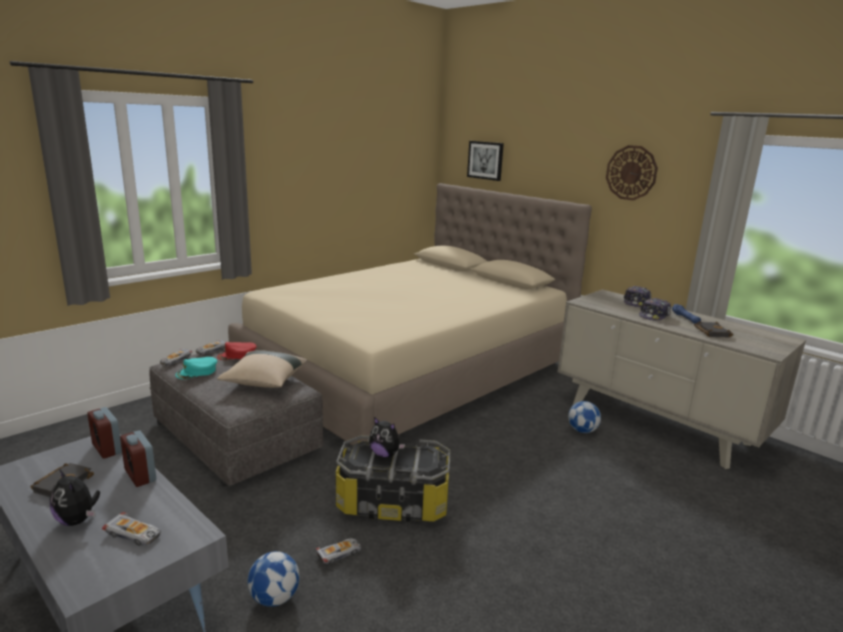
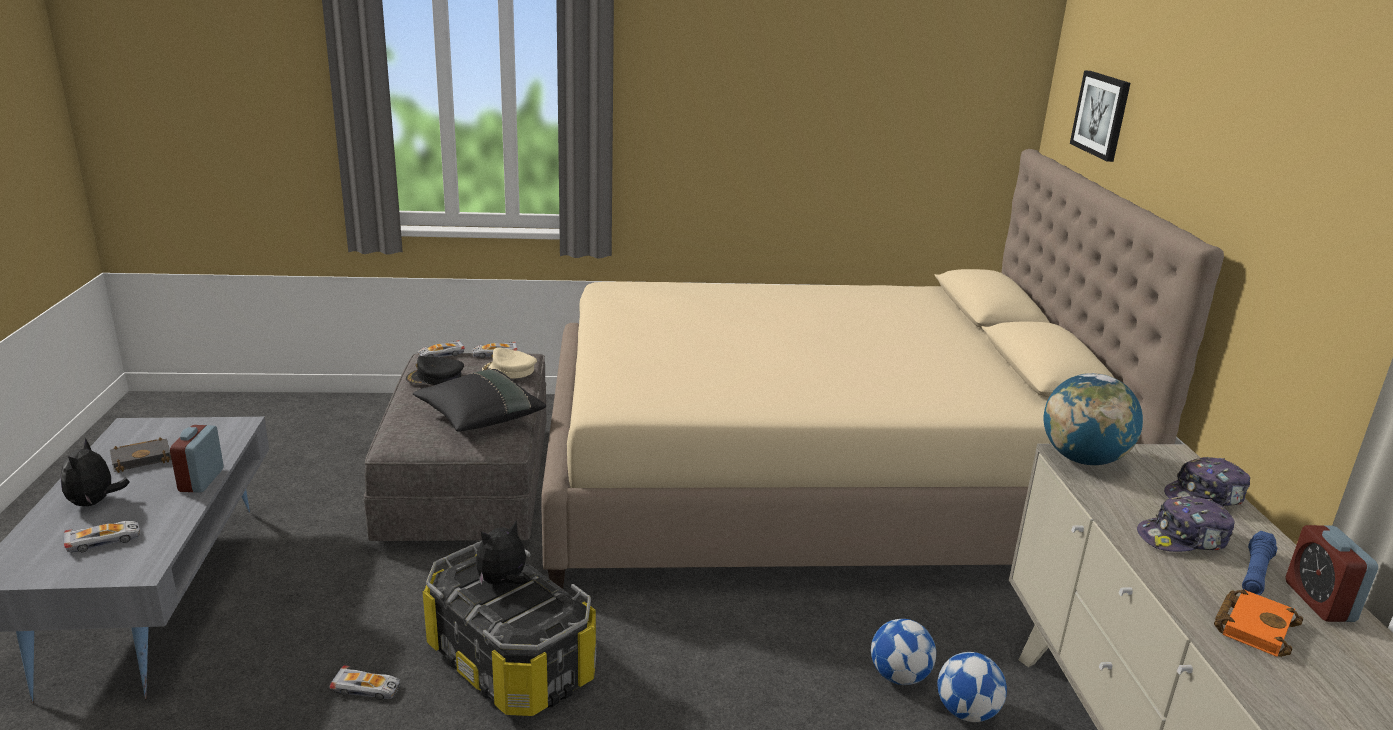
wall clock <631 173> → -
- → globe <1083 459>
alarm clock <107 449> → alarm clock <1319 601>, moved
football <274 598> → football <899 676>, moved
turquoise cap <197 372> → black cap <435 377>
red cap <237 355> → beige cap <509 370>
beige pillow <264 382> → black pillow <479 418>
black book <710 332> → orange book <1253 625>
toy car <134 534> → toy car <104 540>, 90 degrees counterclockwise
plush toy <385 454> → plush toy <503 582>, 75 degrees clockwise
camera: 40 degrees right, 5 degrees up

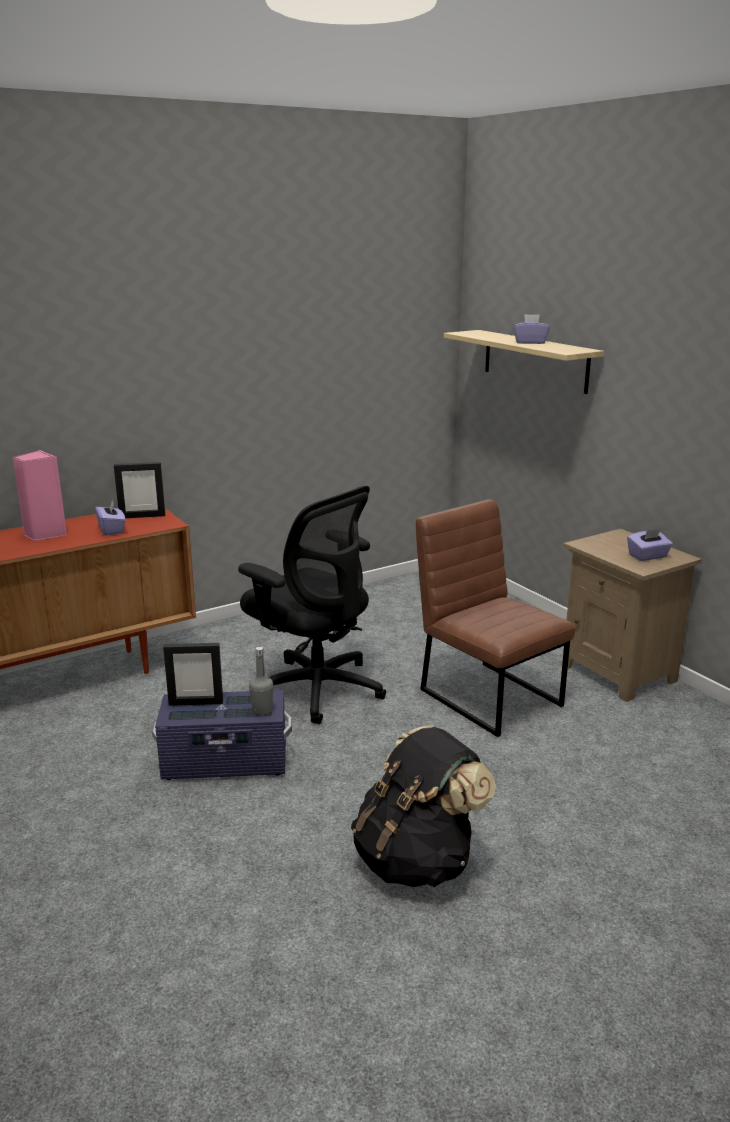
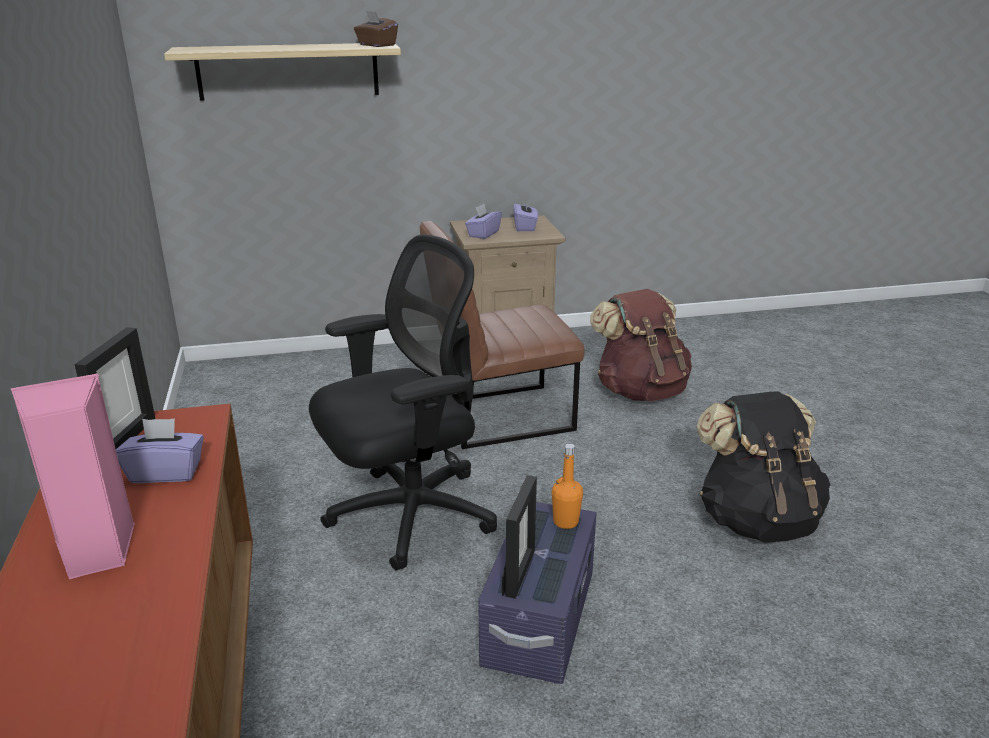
- → brown tissue box <376 45>
- → brown backpack <640 390>
purple tissue box <530 342> → purple tissue box <483 234>, moved
grey bottle <262 710> → orange bottle <566 522>
camera: 70 degrees left, 5 degrees up

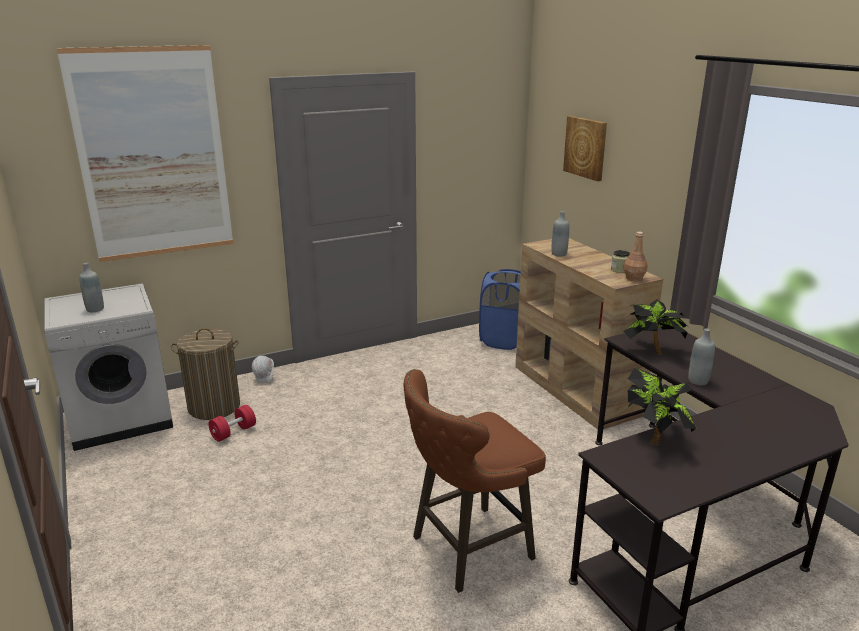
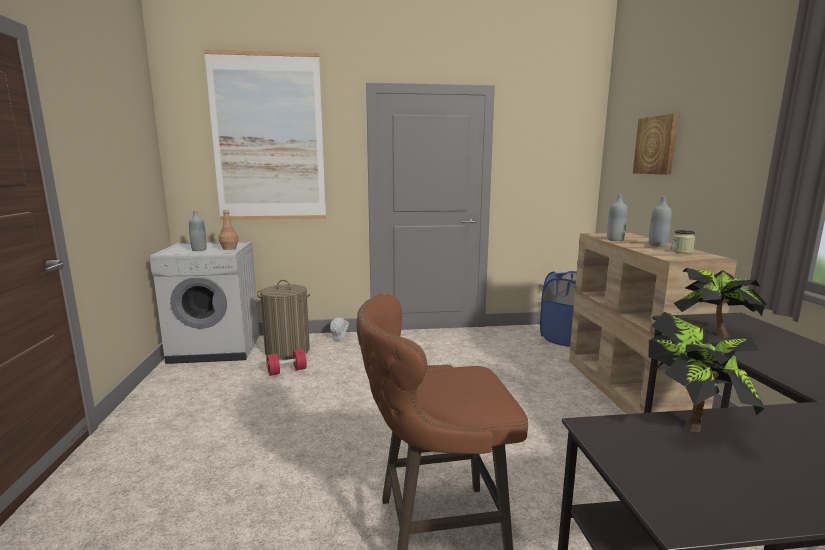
brown bottle <634 278> → brown bottle <229 248>, moved
grey bottle <698 381> → grey bottle <657 245>, moved
camera: 20 degrees right, 10 degrees down

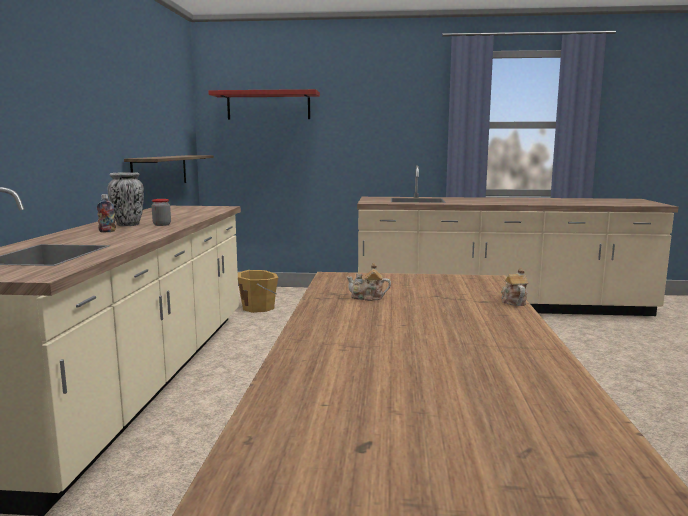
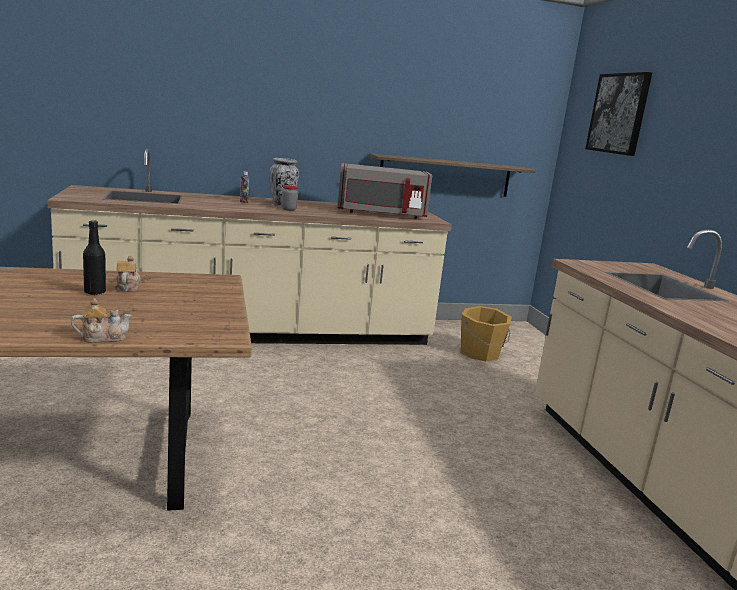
- → black bottle <95 292>
- → grey microwave <381 214>
red shelf <268 106> → picture <618 113>
camera: 70 degrees right, 5 degrees up

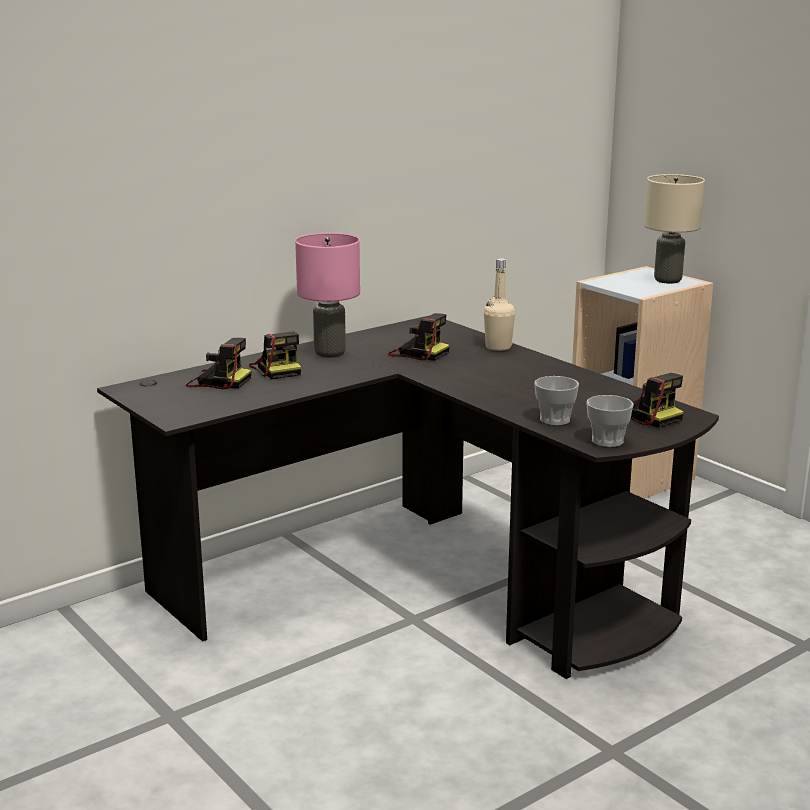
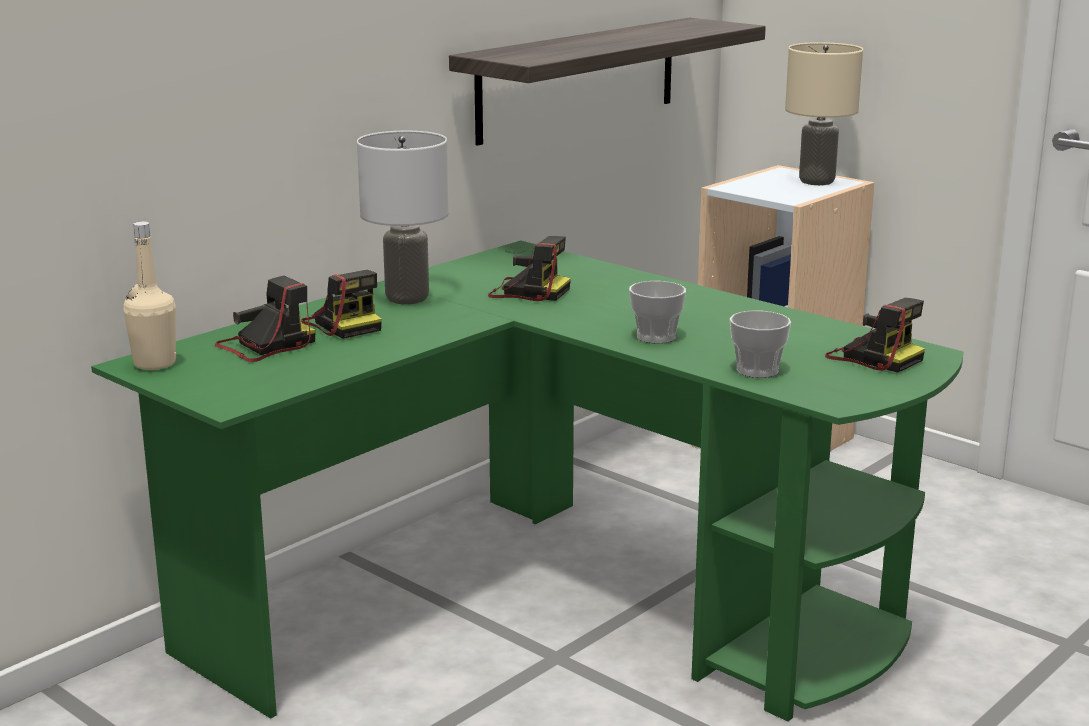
- → shelf <578 79>
beige bottle <498 347> → beige bottle <155 363>, moved
cup <607 441> → cup <656 337>, moved
black desk <415 580> → green desk <541 602>
pink table lamp <330 354> → white table lamp <408 300>
photo camera <217 381> → photo camera <265 346>, 45 degrees counterclockwise
camera: 10 degrees left, 0 degrees up

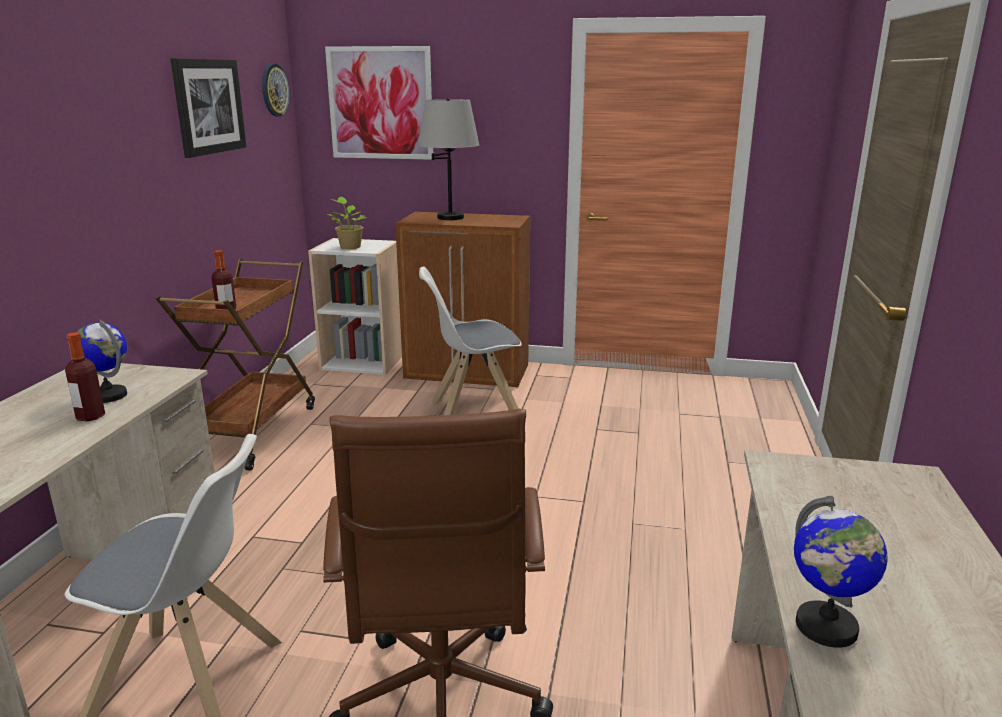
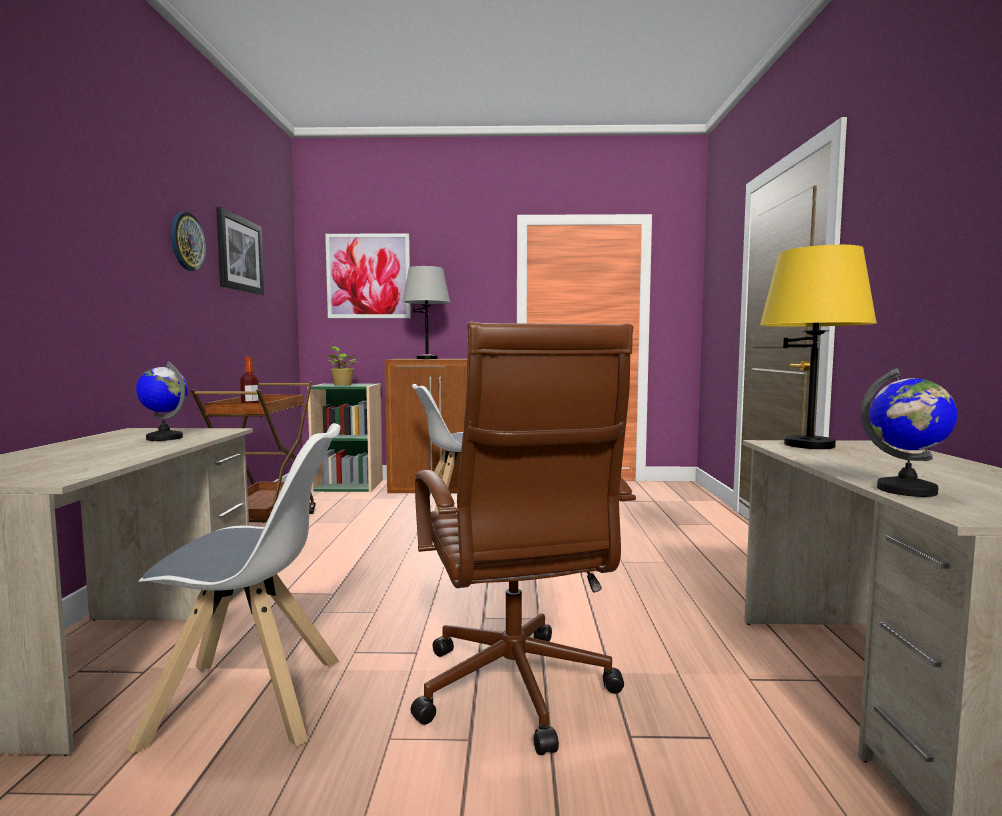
bottle <90 416> → -
- → yellow table lamp <810 445>
wall clock <274 90> → wall clock <187 241>, moved
white bookcase <364 361> → green bookcase <349 485>
camera: 10 degrees left, 15 degrees down

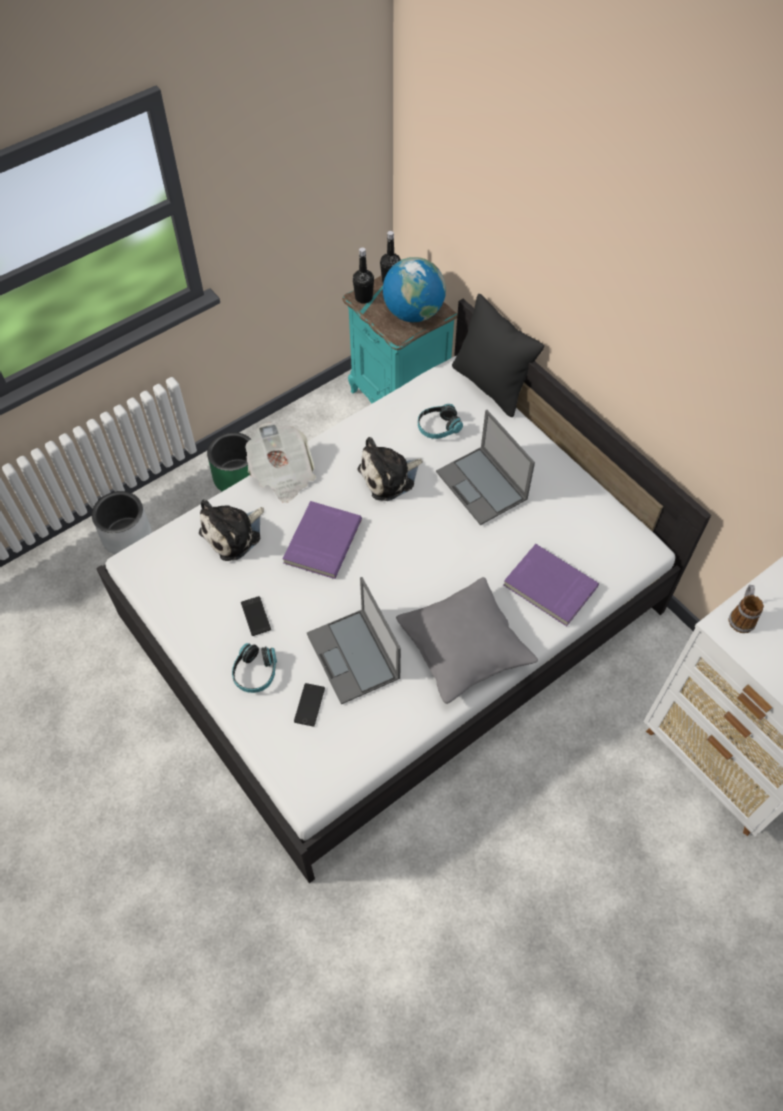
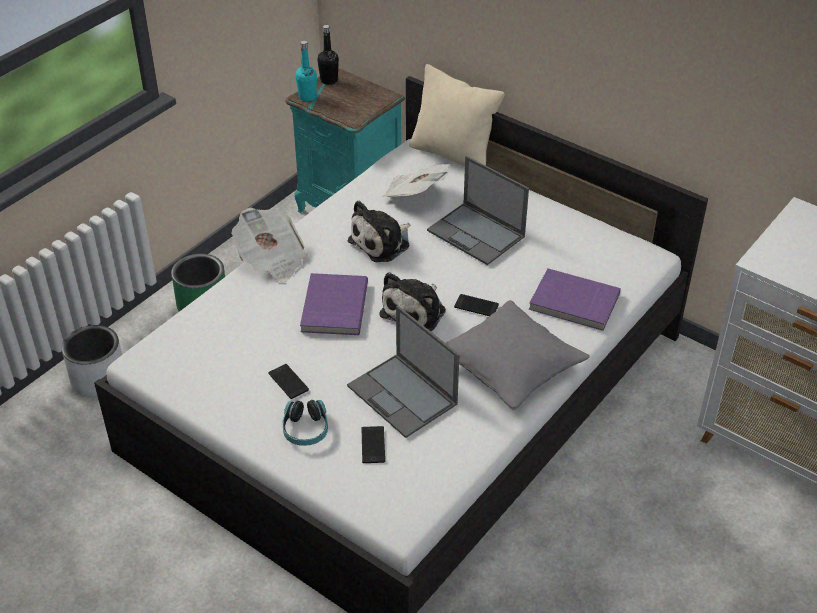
globe <413 313> → -
mug <741 617> → -
- → phone <476 306>
plush toy <234 534> → plush toy <416 311>, moved
headphones <438 427> → newspaper <415 195>
black bottle <363 298> → turquoise bottle <307 97>
black pillow <491 385> → beige pillow <453 155>
camera: 15 degrees left, 15 degrees down

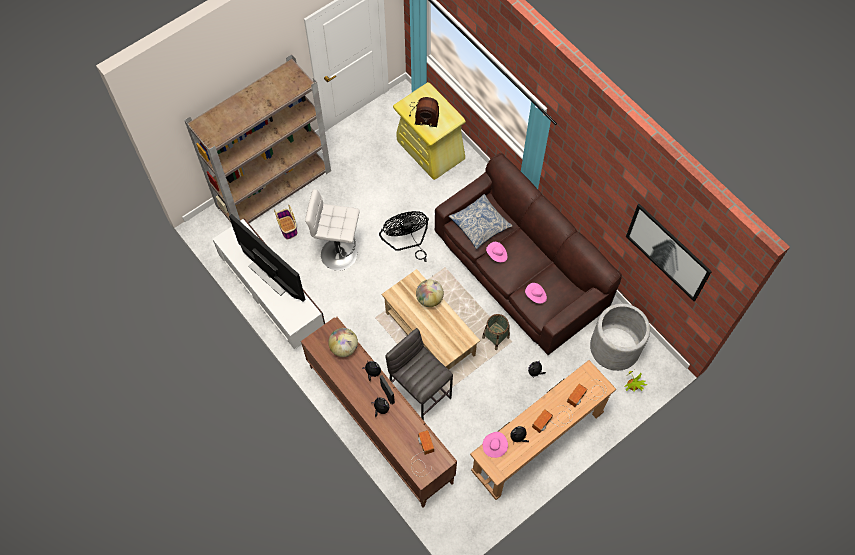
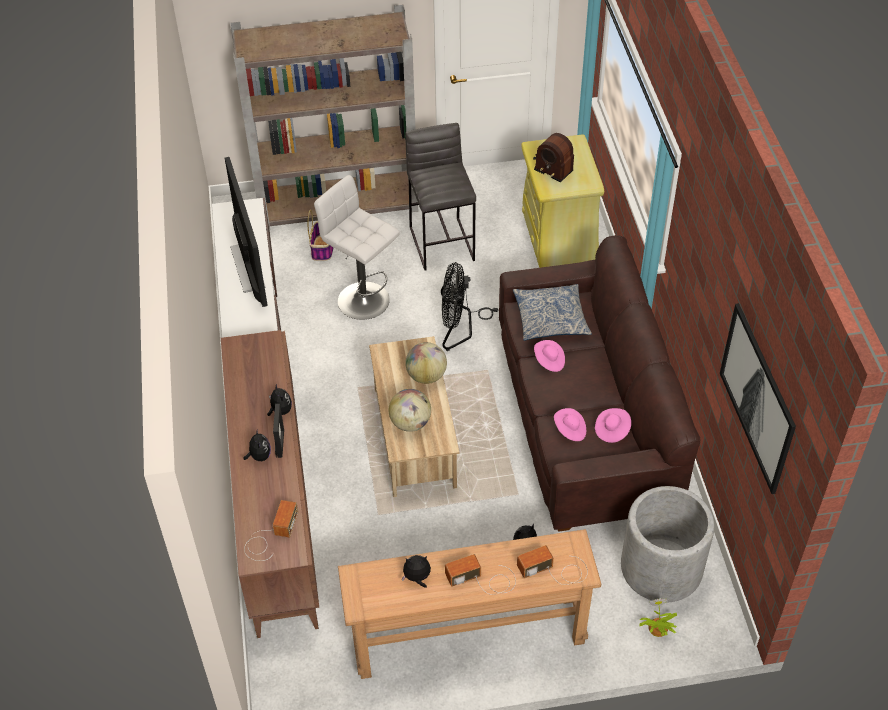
basket <495 337> → -
globe <344 347> → globe <410 423>, moved
grey stool <420 393> → grey stool <442 243>, moved
pink hat <494 446> → pink hat <612 430>, moved
black fan <408 241> → black fan <460 322>, 105 degrees counterclockwise
camera: 30 degrees right, 15 degrees down

